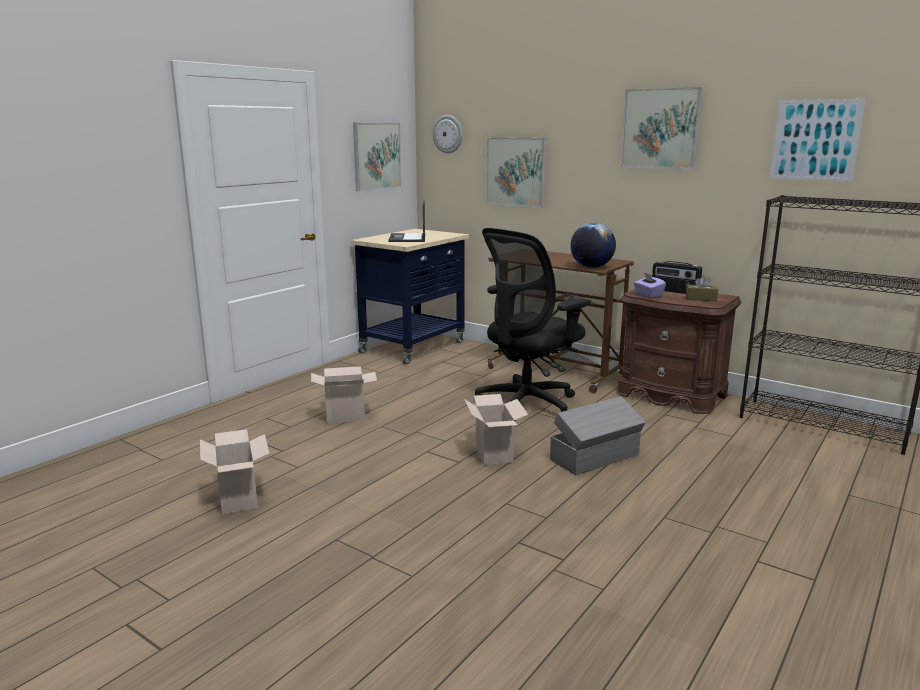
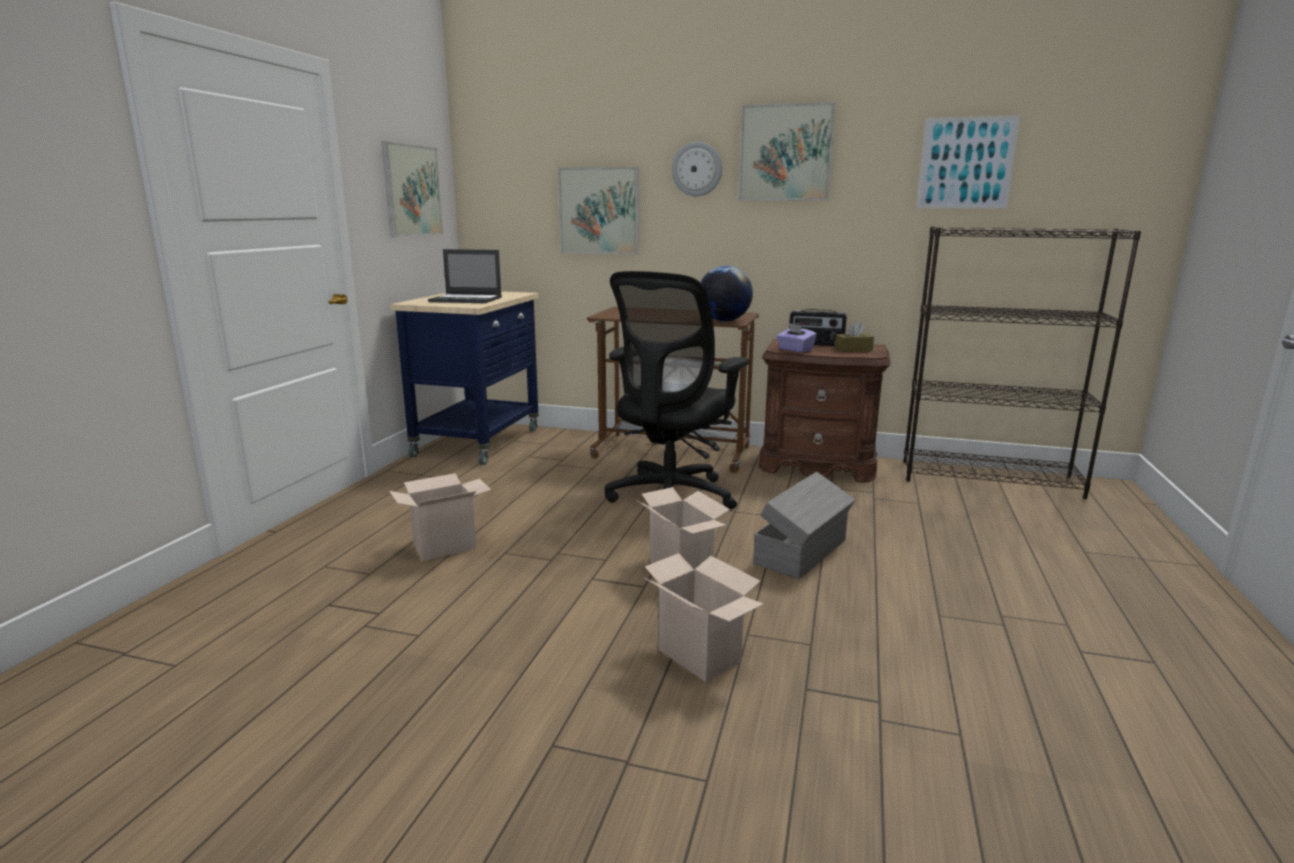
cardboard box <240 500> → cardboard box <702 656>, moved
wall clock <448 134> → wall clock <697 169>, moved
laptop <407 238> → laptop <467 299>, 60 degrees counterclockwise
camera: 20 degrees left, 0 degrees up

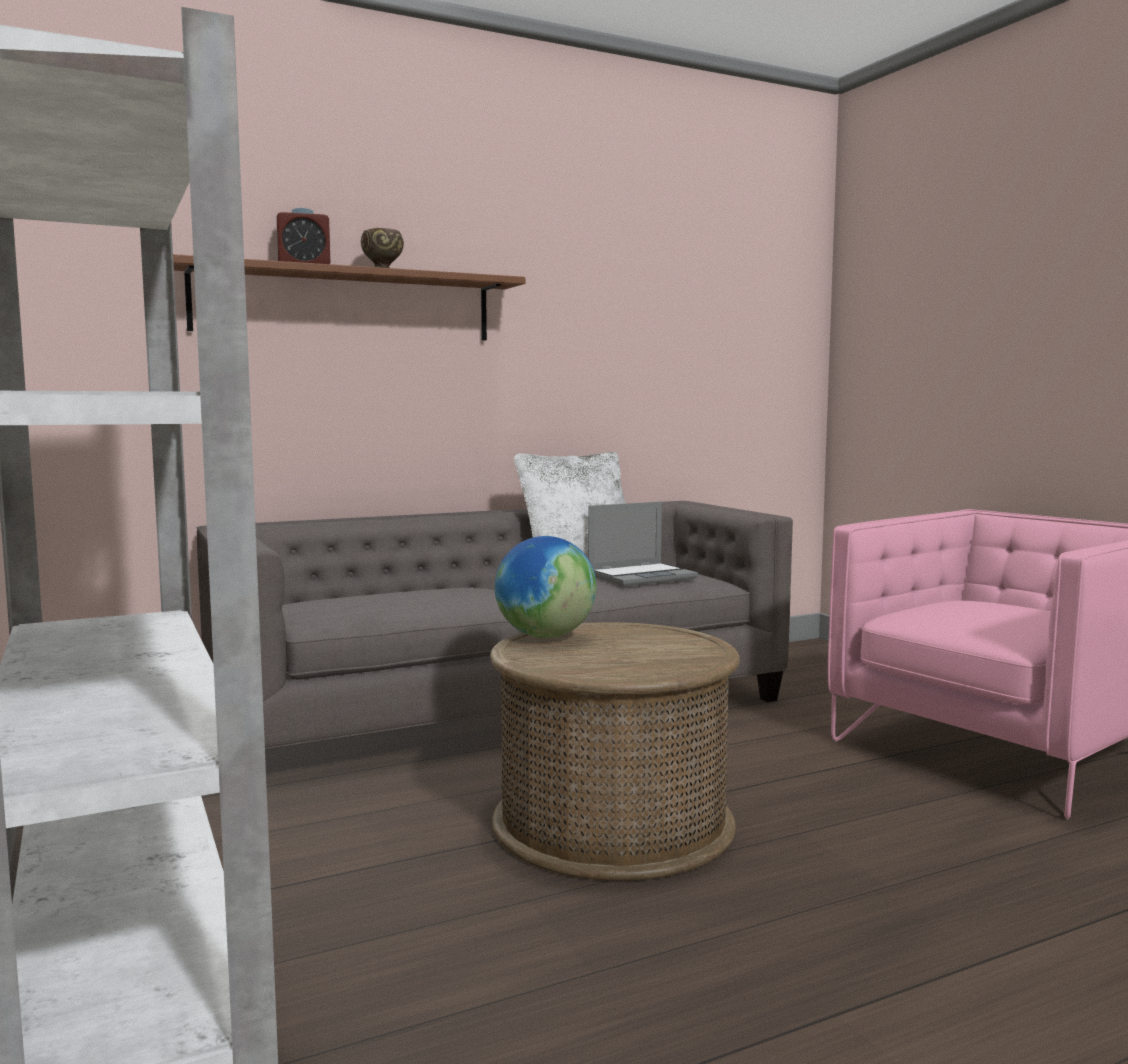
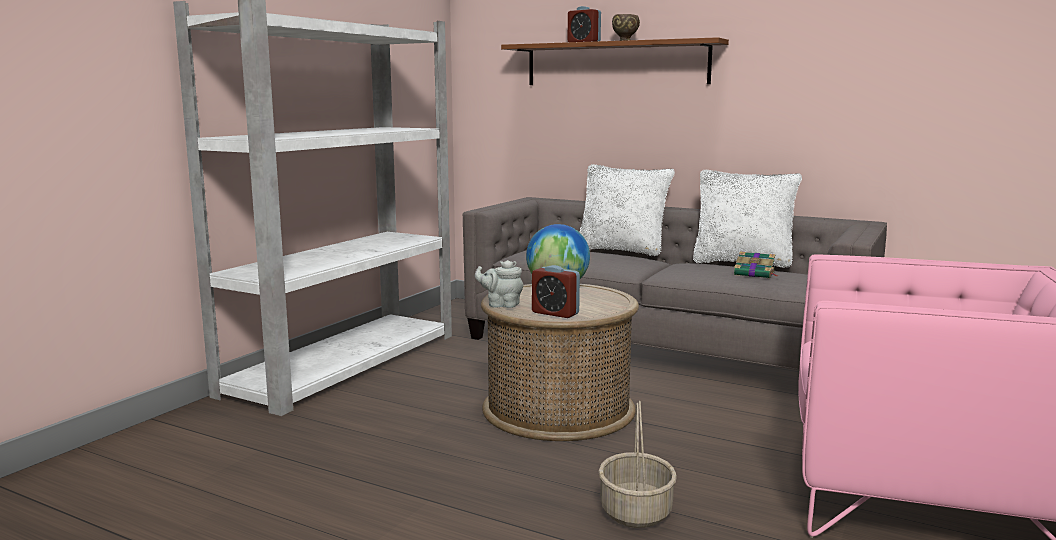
- → grey teapot <501 305>
- → alarm clock <555 313>
- → white pillow <622 252>
- → basket <636 512>
laptop <642 577> → book <755 274>
camera: 55 degrees right, 5 degrees up

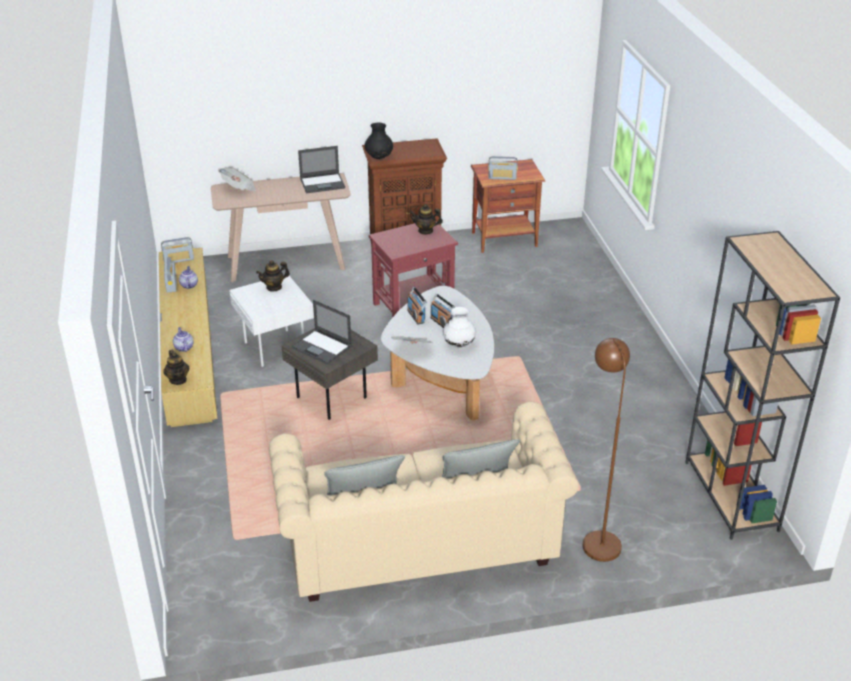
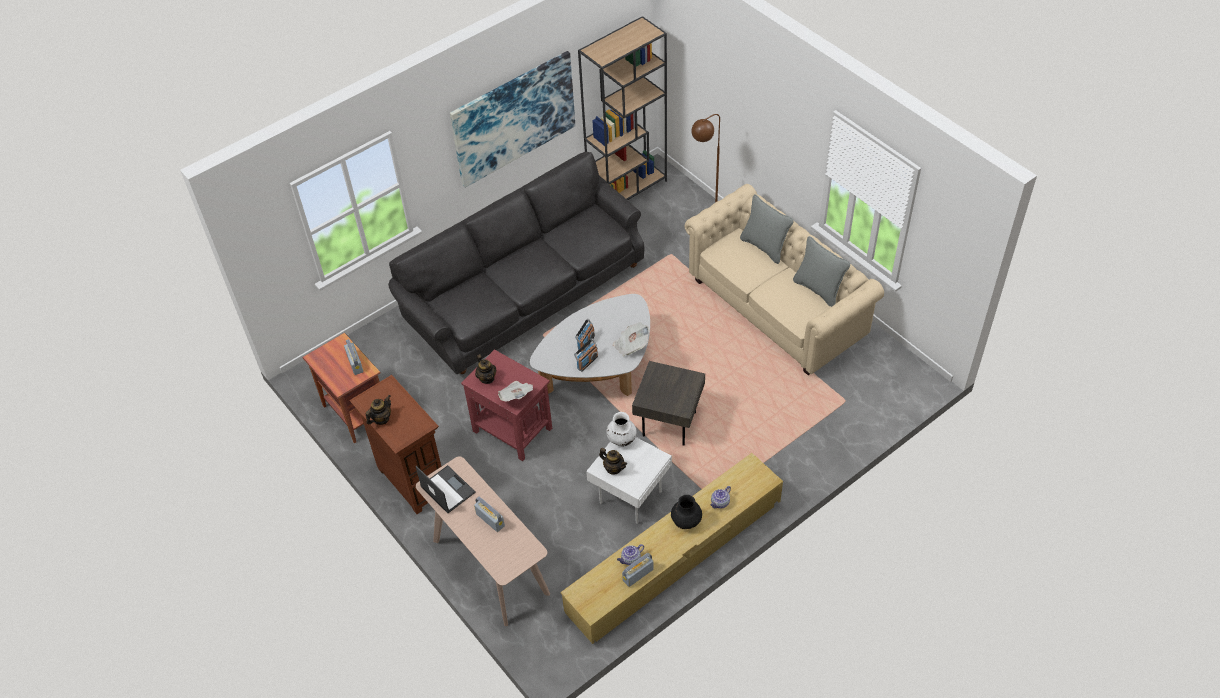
laptop <322 347> → -
- → black sofa <524 294>
- → picture <513 118>
radio <179 260> → radio <490 520>, moved
teapot <178 380> → teapot <381 419>, moved
newspaper <239 188> → newspaper <516 396>, moved
black vase <379 157> → black vase <686 521>, moved
white vase <459 344> → white vase <621 439>, moved
camera: 115 degrees left, 15 degrees up

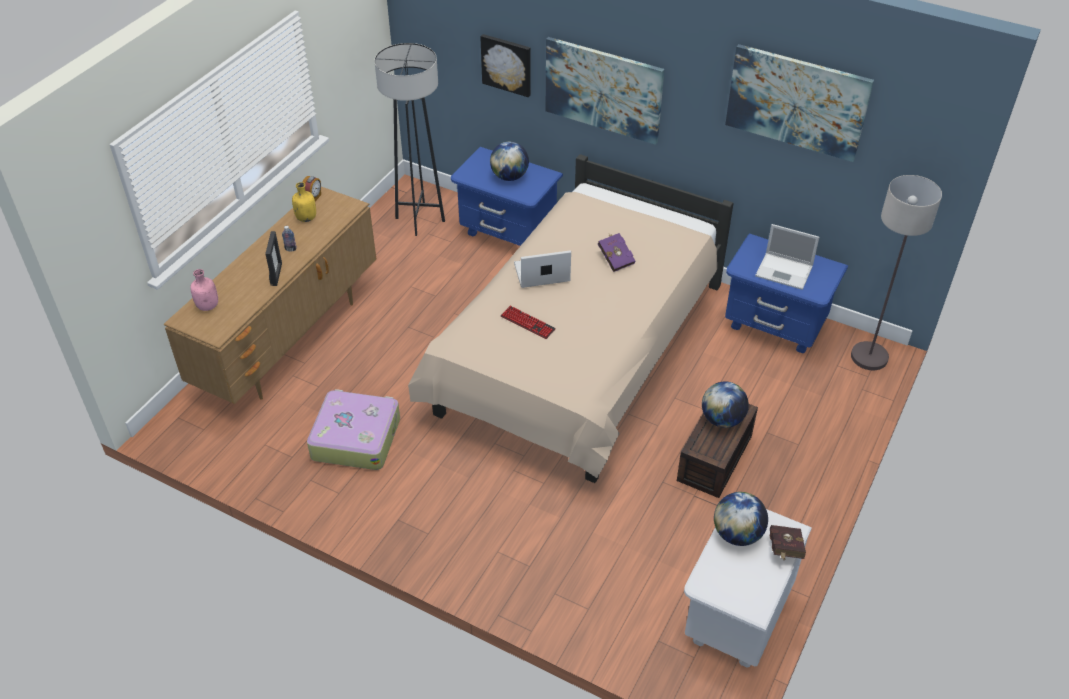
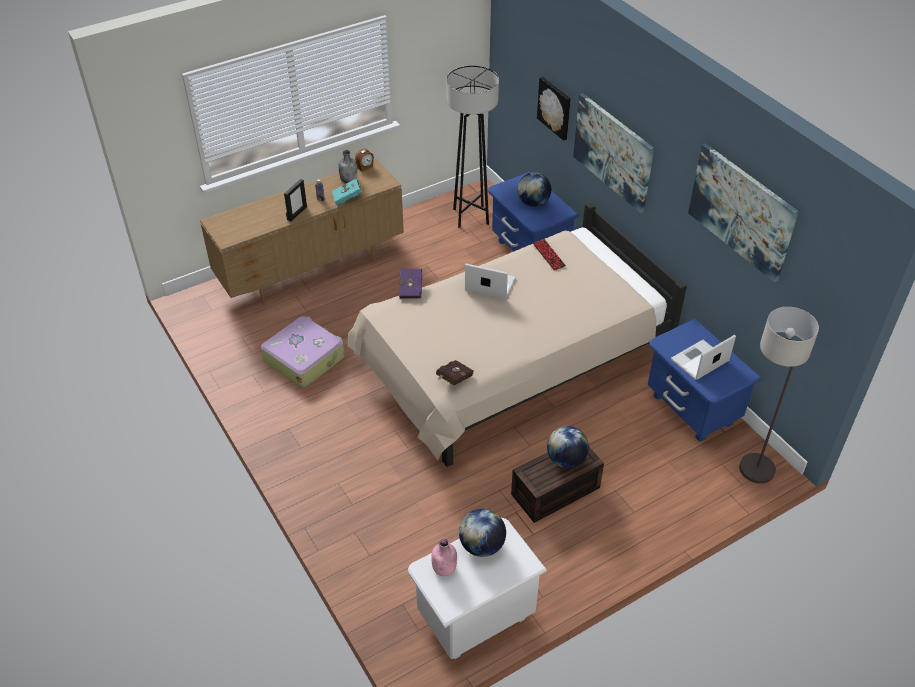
- → turquoise book <349 198>
pink bottle <208 306> → pink bottle <445 569>, moved
keyboard <527 323> → keyboard <549 255>, moved
purple book <615 258> → purple book <411 289>, moved
red book <784 550> → red book <453 379>, moved
yellow bottle <306 218> → grey bottle <349 180>
laptop <785 271> → laptop <699 361>, 90 degrees clockwise
camera: 30 degrees right, 0 degrees up

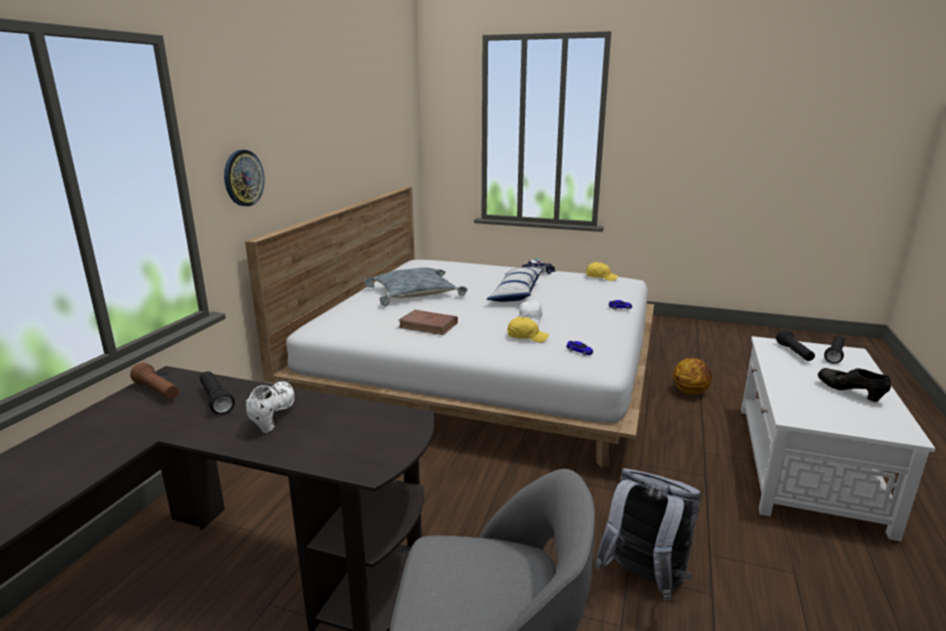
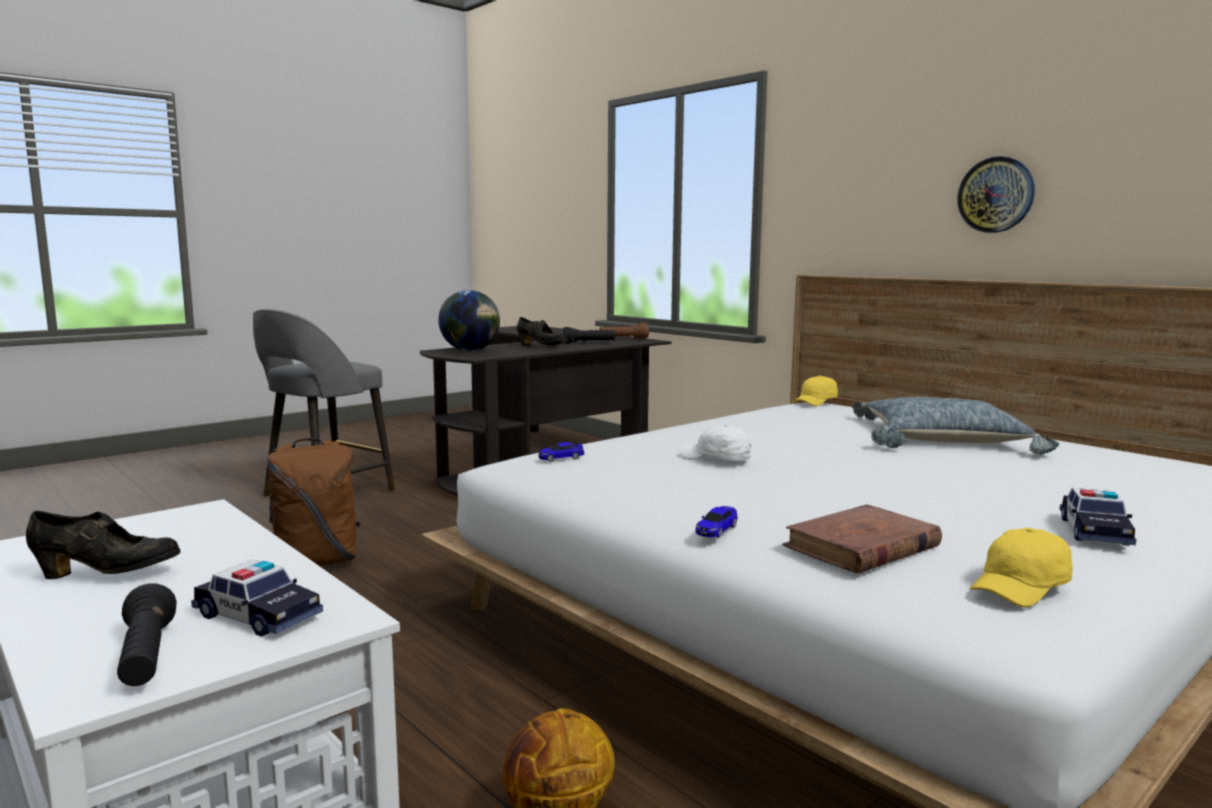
pillow <516 293> → -
- → globe <470 350>
wall clock <243 178> → wall clock <996 195>, moved
brown book <428 325> → brown book <861 547>, moved
yellow cap <527 337> → yellow cap <816 402>, moved
black flashlight <794 353> → toy car <257 616>
white shoe <273 416> → black shoe <541 346>
grey backpack <643 580> → brown backpack <316 562>
camera: 120 degrees right, 10 degrees down

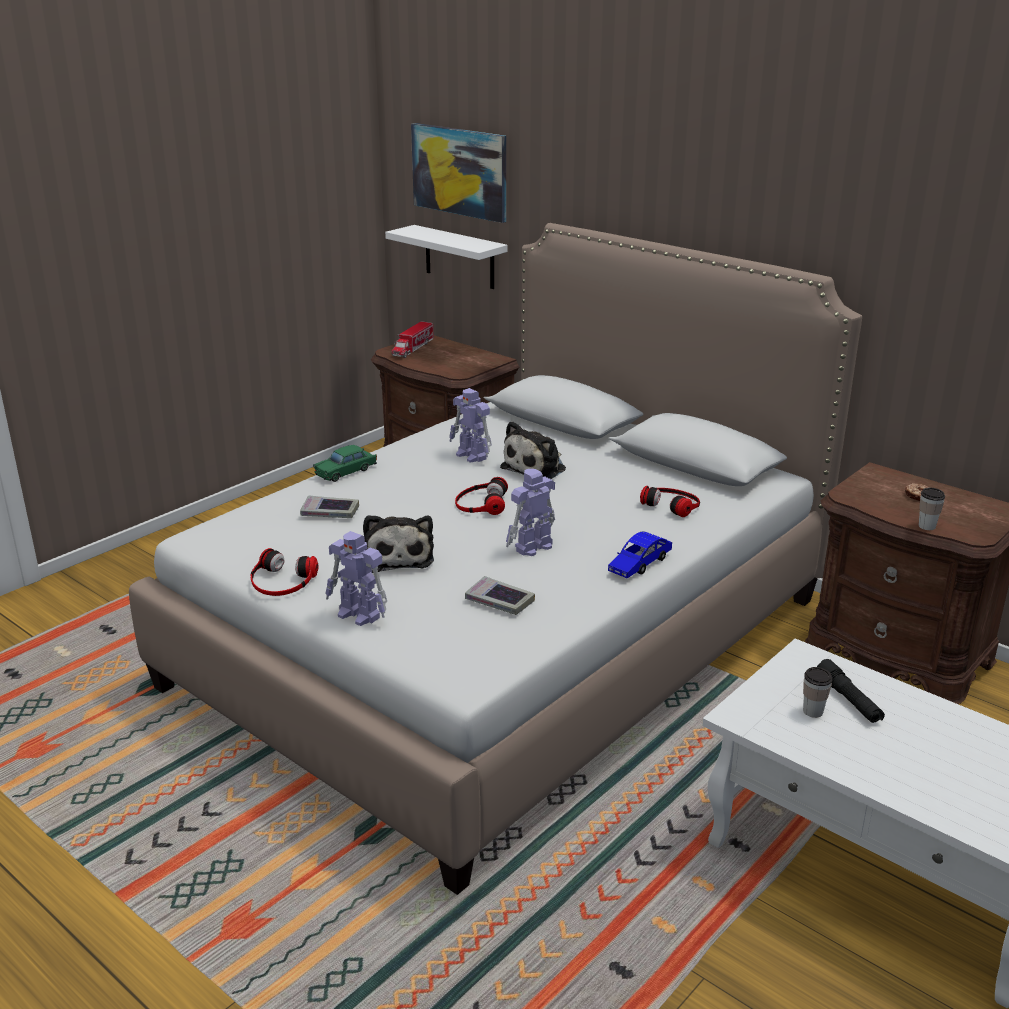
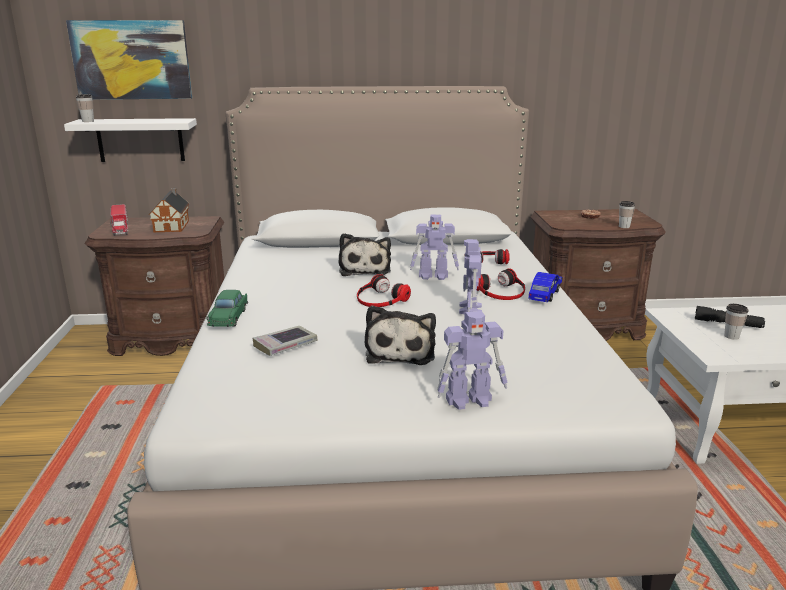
book <499 601> → -
- → cup <88 121>
- → toy house <172 226>
headphones <282 581> → headphones <501 292>, moved
toy robot <472 456> → toy robot <434 276>, moved
plush toy <397 556> → plush toy <400 352>, 60 degrees clockwise
blue toy car <640 564> → blue toy car <545 294>, 150 degrees counterclockwise
camera: 45 degrees left, 5 degrees down

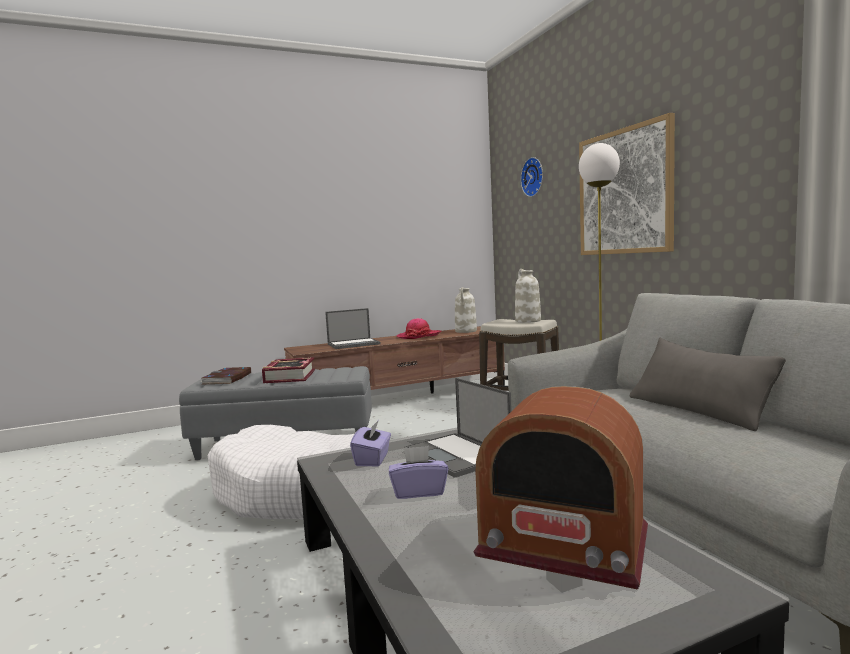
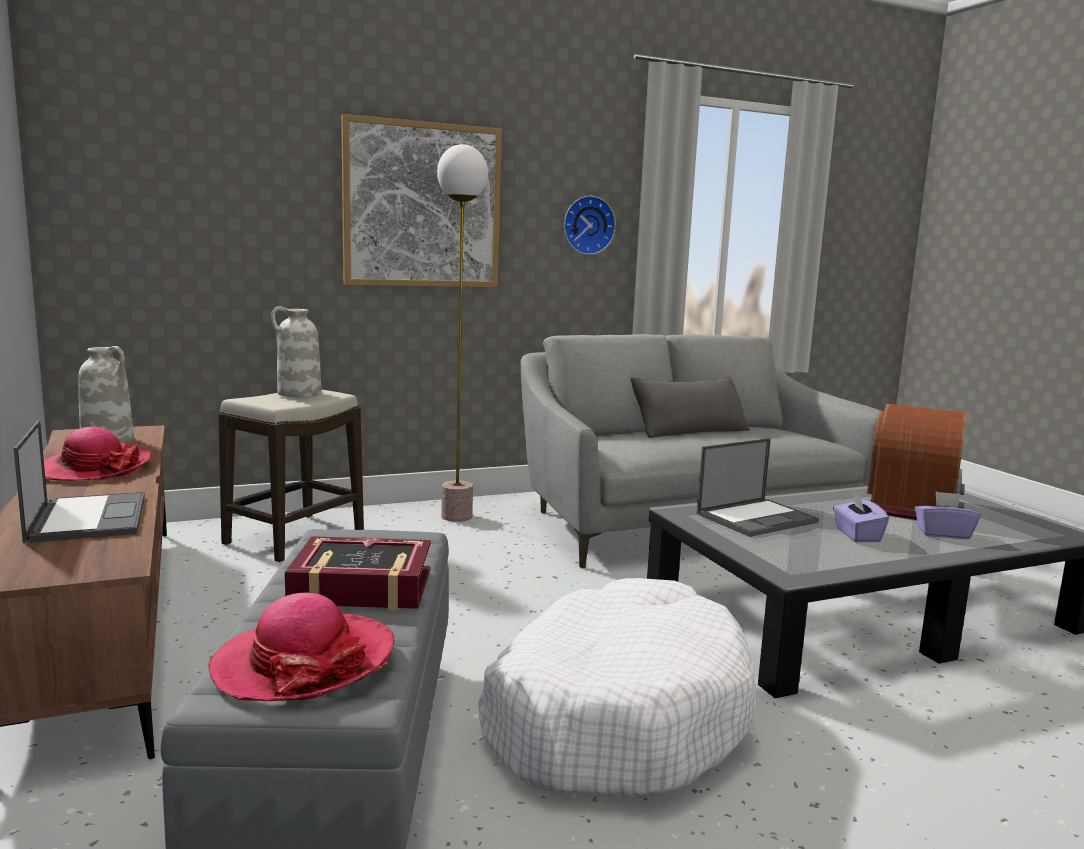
purple tissue box <373 459> → purple tissue box <943 533>, moved
wall clock <534 177> → wall clock <587 225>, moved
book <227 378> → hat <304 662>
camera: 90 degrees left, 5 degrees up

